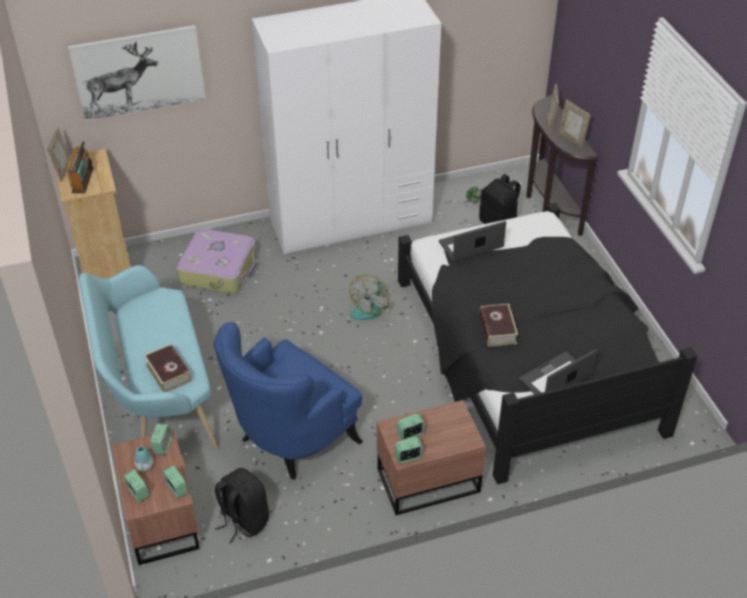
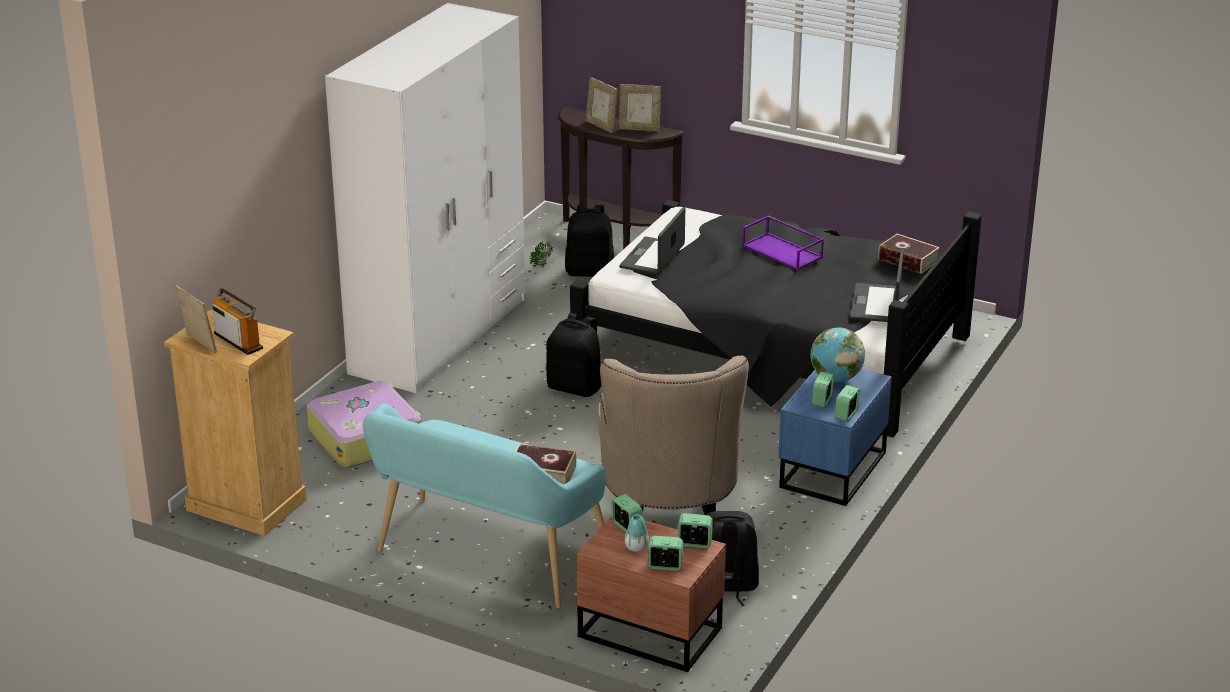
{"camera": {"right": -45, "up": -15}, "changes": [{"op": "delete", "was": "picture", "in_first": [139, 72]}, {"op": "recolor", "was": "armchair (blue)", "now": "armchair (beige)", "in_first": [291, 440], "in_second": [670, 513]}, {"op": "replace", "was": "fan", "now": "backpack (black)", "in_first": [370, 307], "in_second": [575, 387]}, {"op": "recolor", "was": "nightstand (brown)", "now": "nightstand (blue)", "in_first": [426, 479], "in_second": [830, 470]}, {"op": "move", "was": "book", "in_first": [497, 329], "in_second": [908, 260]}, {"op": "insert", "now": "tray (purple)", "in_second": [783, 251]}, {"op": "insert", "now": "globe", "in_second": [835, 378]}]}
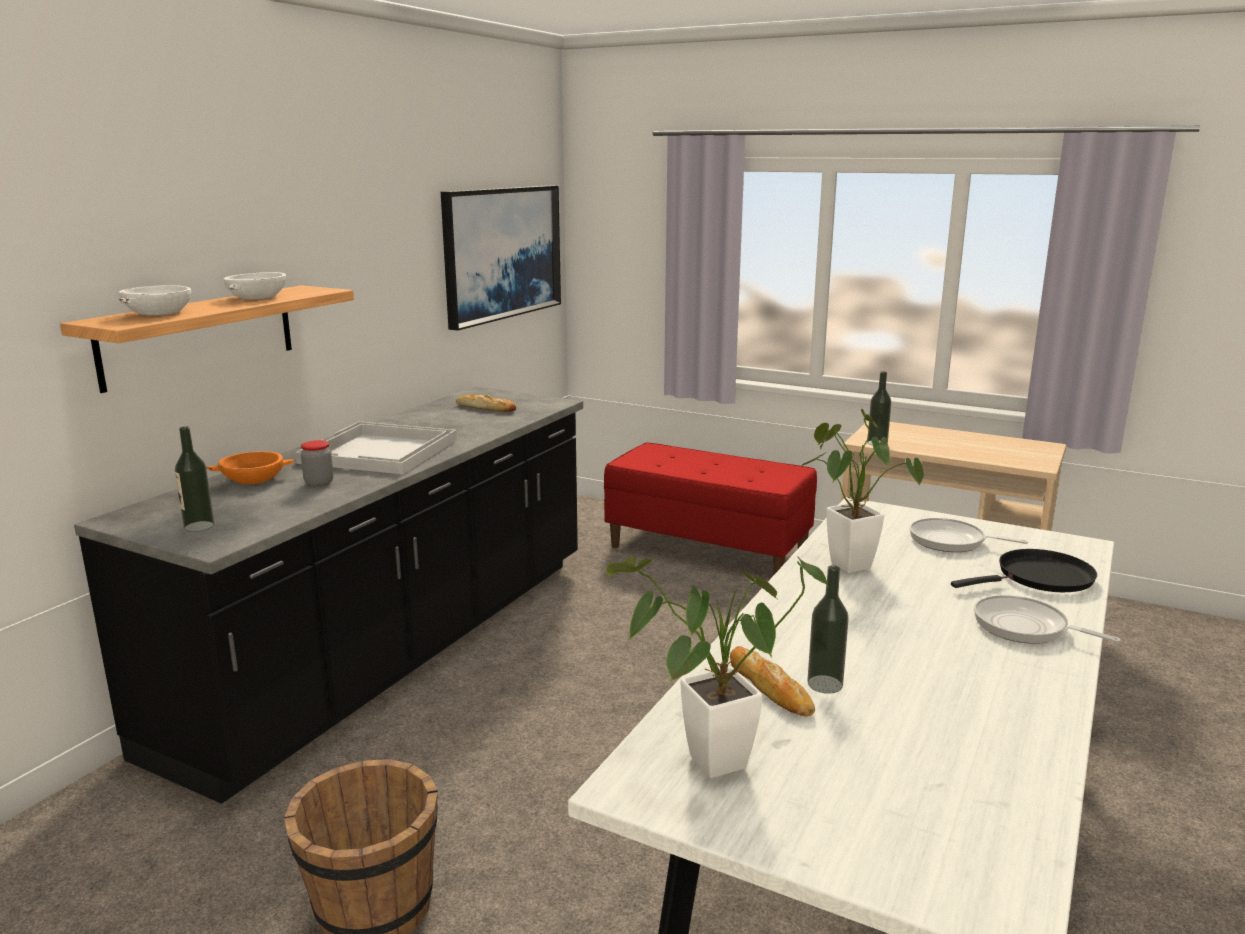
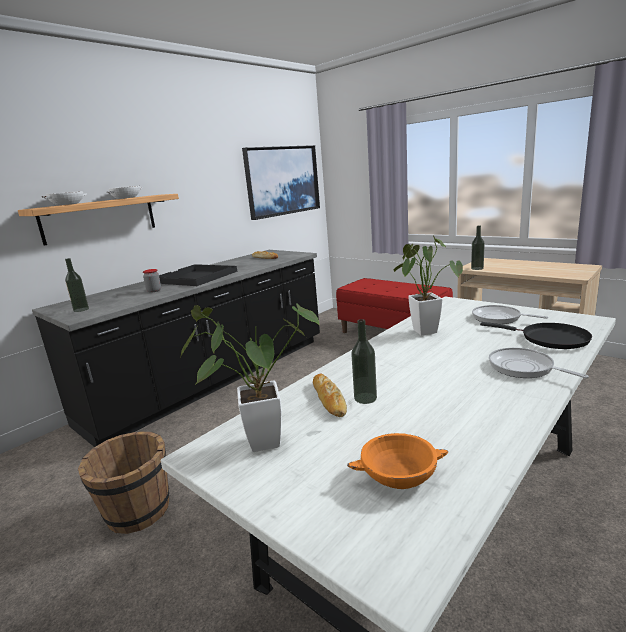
{"camera": {"right": 15, "up": 0}, "changes": [{"op": "move", "was": "bowl (orange)", "in_first": [253, 479], "in_second": [399, 474]}, {"op": "recolor", "was": "tray (white)", "now": "tray (black)", "in_first": [380, 452], "in_second": [196, 277]}, {"op": "rotate", "was": "frying pan (black)", "in_first": [1040, 578], "in_second": [550, 339], "clockwise": 45}]}
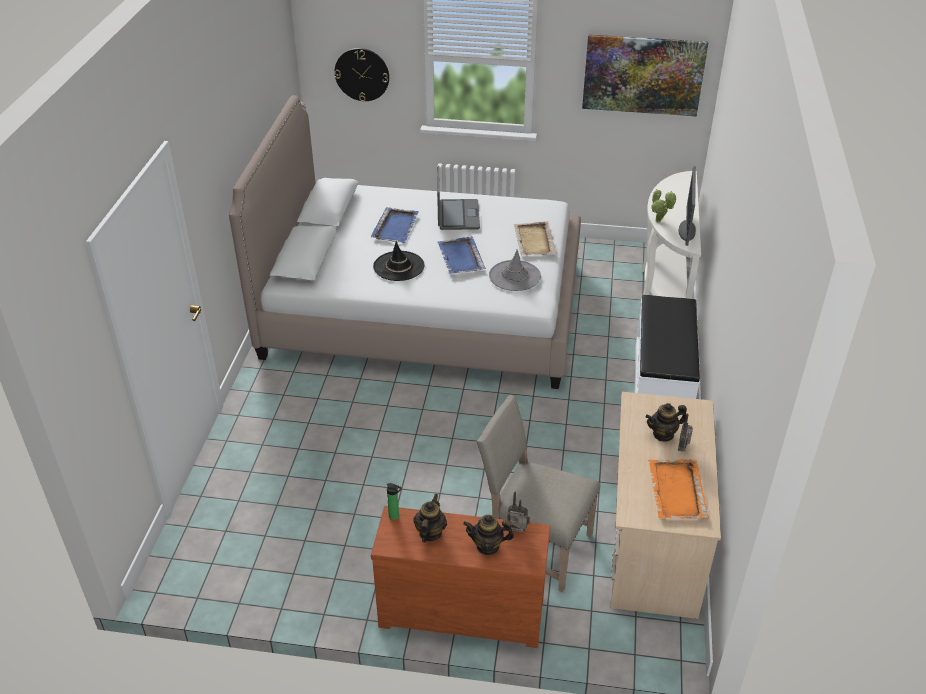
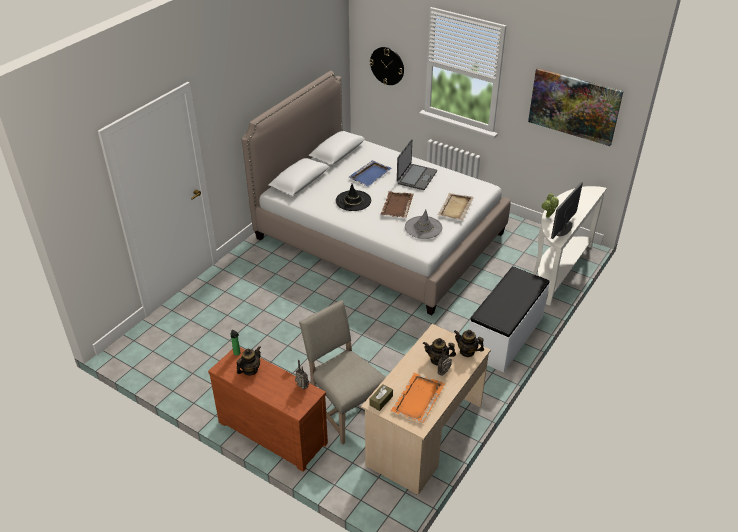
{"camera": {"right": 25, "up": 0}, "changes": [{"op": "recolor", "was": "tray (blue)", "now": "tray (brown)", "in_first": [461, 258], "in_second": [397, 206]}, {"op": "move", "was": "teapot", "in_first": [488, 546], "in_second": [467, 351]}, {"op": "insert", "now": "tissue box (brown)", "in_second": [381, 400]}]}
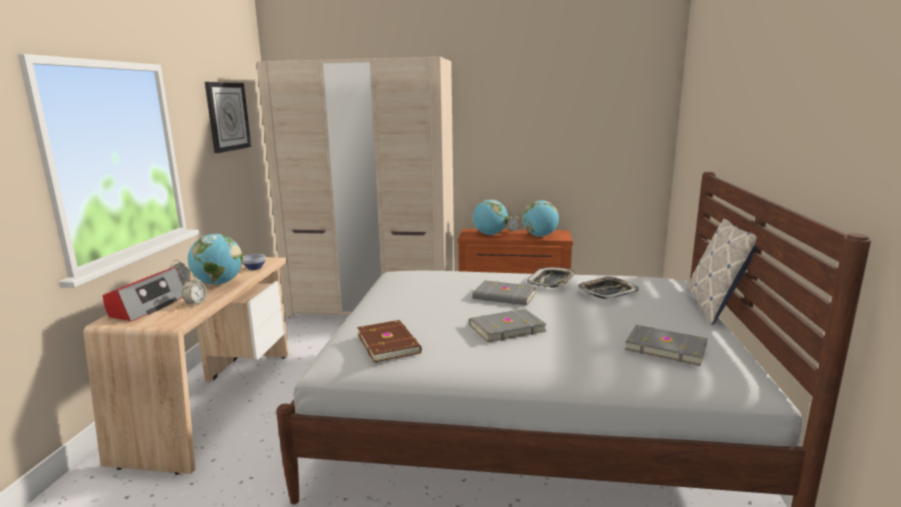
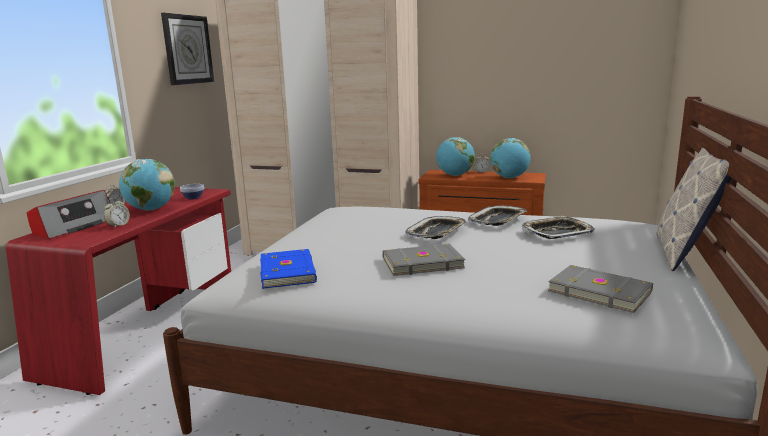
{"camera": {"right": 10, "up": 0}, "changes": [{"op": "recolor", "was": "desk (beige)", "now": "desk (red)", "in_first": [216, 402], "in_second": [149, 330]}, {"op": "recolor", "was": "book (brown)", "now": "book (blue)", "in_first": [389, 343], "in_second": [289, 271]}, {"op": "replace", "was": "book (grey)", "now": "tray", "in_first": [504, 296], "in_second": [437, 232]}]}
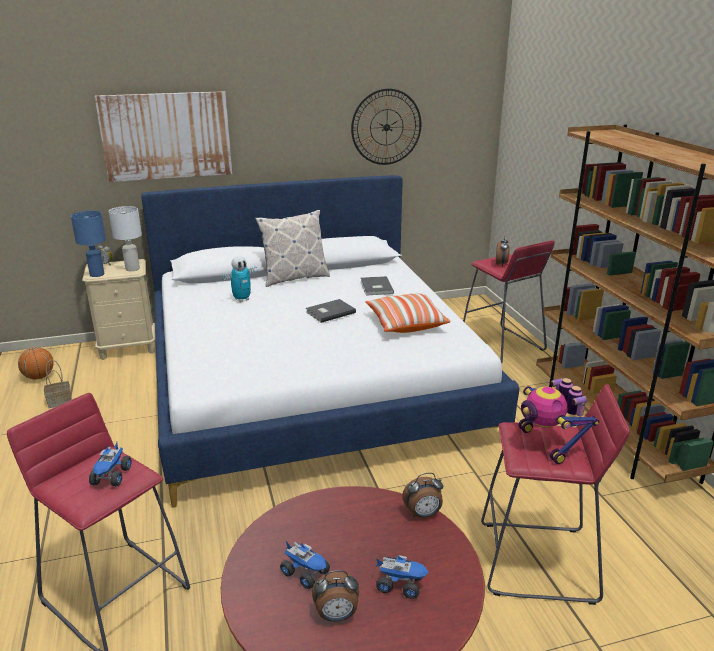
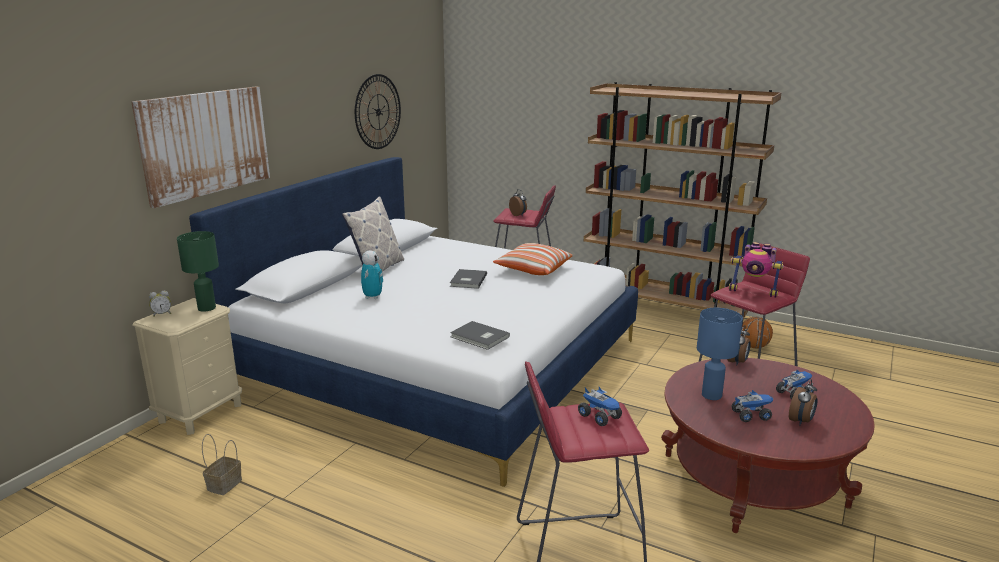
{"camera": {"right": -45, "up": -5}, "changes": [{"op": "move", "was": "basketball", "in_first": [39, 377], "in_second": [753, 346]}, {"op": "move", "was": "table lamp (blue)", "in_first": [97, 274], "in_second": [711, 395]}, {"op": "recolor", "was": "table lamp (white)", "now": "table lamp (green)", "in_first": [132, 269], "in_second": [207, 308]}, {"op": "move", "was": "book (grey)", "in_first": [375, 287], "in_second": [479, 337]}]}
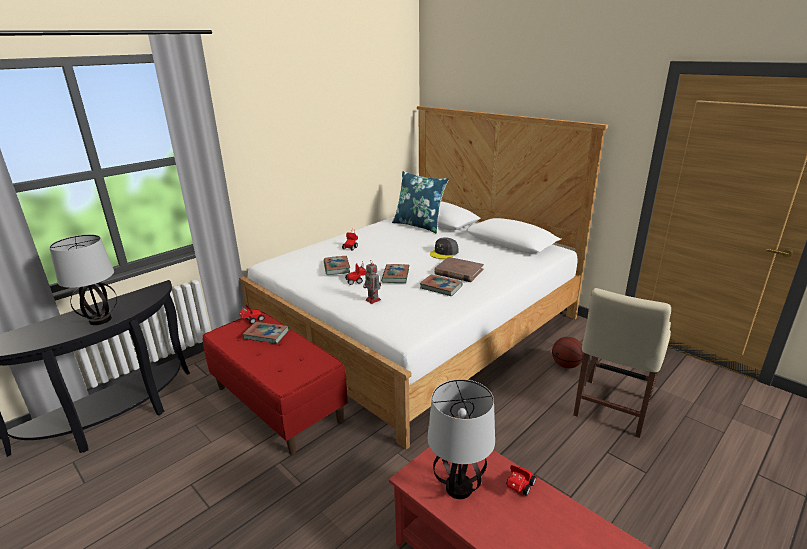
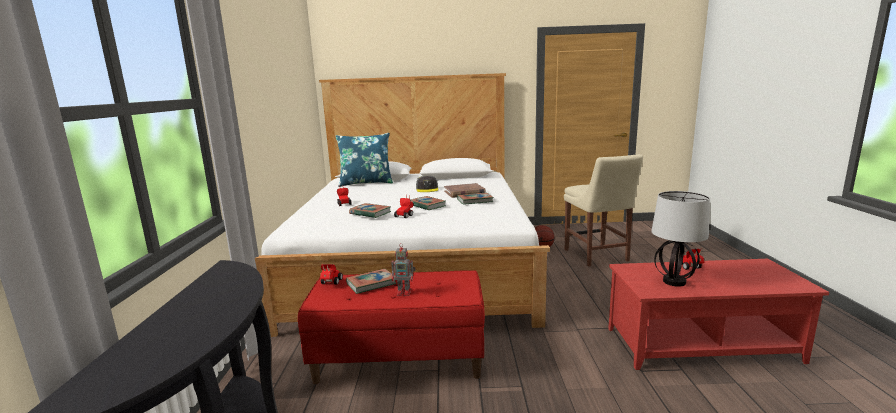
{"camera": {"right": -45, "up": -10}, "changes": [{"op": "delete", "was": "table lamp", "in_first": [100, 320]}, {"op": "move", "was": "toy robot", "in_first": [373, 300], "in_second": [405, 292]}]}
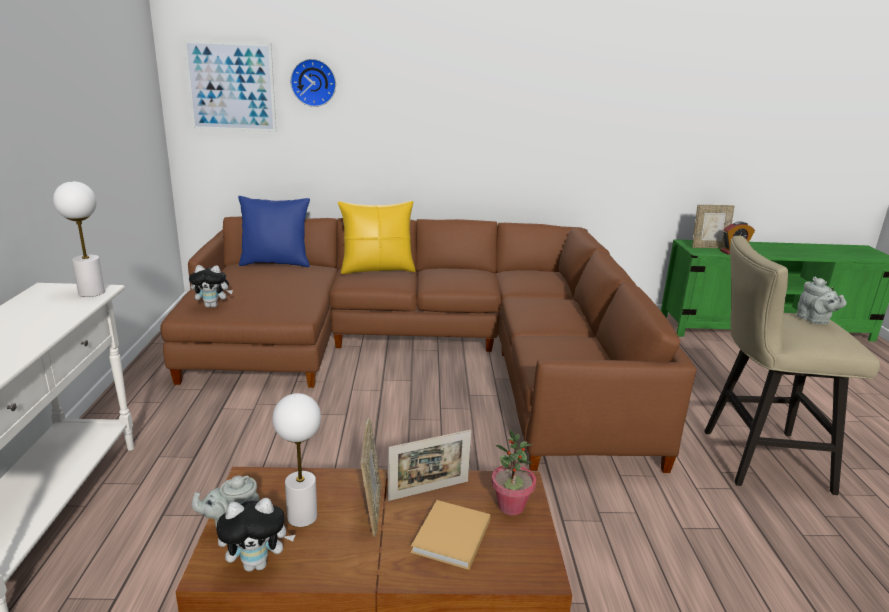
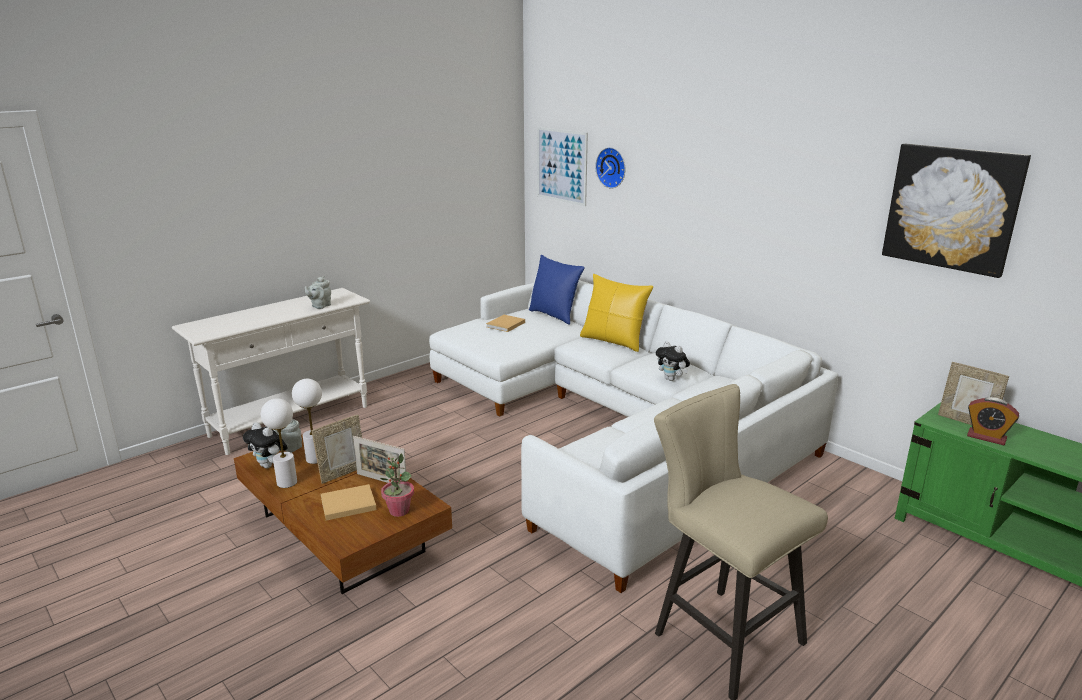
{"camera": {"right": 50, "up": 0}, "changes": [{"op": "move", "was": "table lamp (white)", "in_first": [91, 292], "in_second": [286, 482]}, {"op": "recolor", "was": "sofa (brown)", "now": "sofa (white)", "in_first": [427, 352], "in_second": [614, 427]}, {"op": "move", "was": "plush toy", "in_first": [213, 306], "in_second": [671, 379]}, {"op": "move", "was": "teapot (grey)", "in_first": [814, 320], "in_second": [320, 306]}, {"op": "insert", "now": "book (beige)", "in_second": [505, 325]}, {"op": "insert", "now": "picture", "in_second": [952, 208]}]}
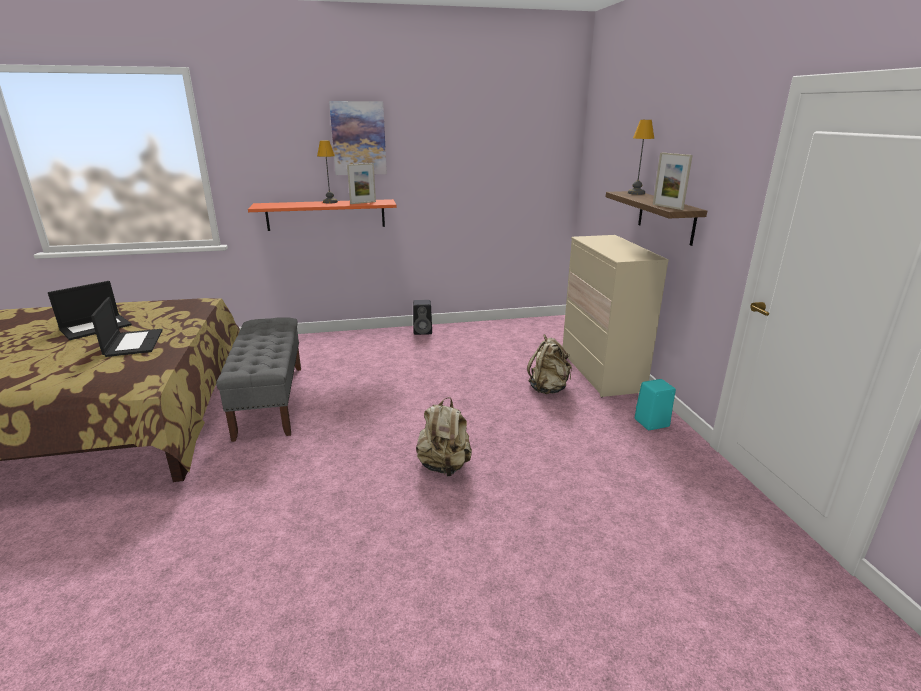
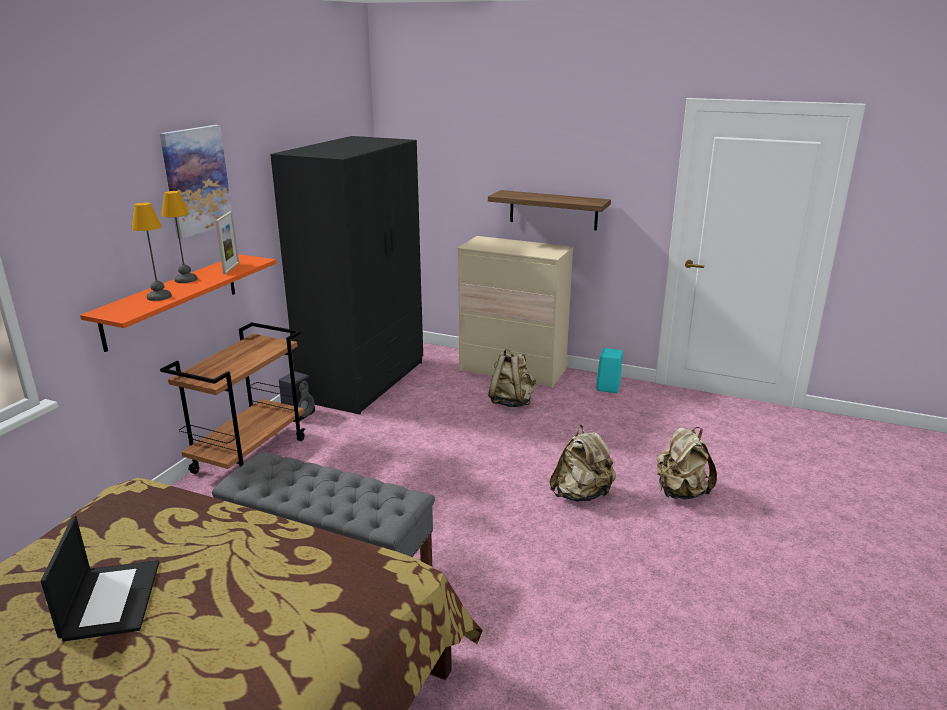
{"camera": {"right": -55, "up": 0}, "changes": [{"op": "delete", "was": "laptop", "in_first": [133, 343]}, {"op": "move", "was": "table lamp", "in_first": [635, 193], "in_second": [158, 297]}, {"op": "delete", "was": "picture frame", "in_first": [667, 207]}, {"op": "insert", "now": "cart (brown)", "in_second": [250, 455]}, {"op": "insert", "now": "wardrobe (black)", "in_second": [364, 380]}, {"op": "insert", "now": "backpack (beige)", "in_second": [681, 492]}]}
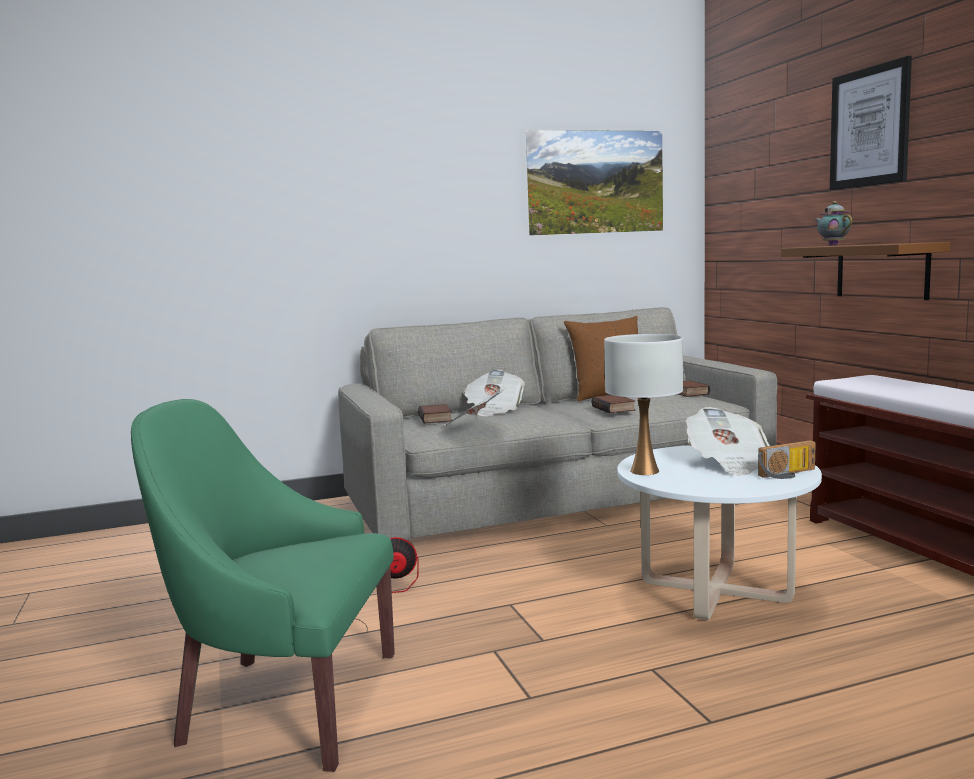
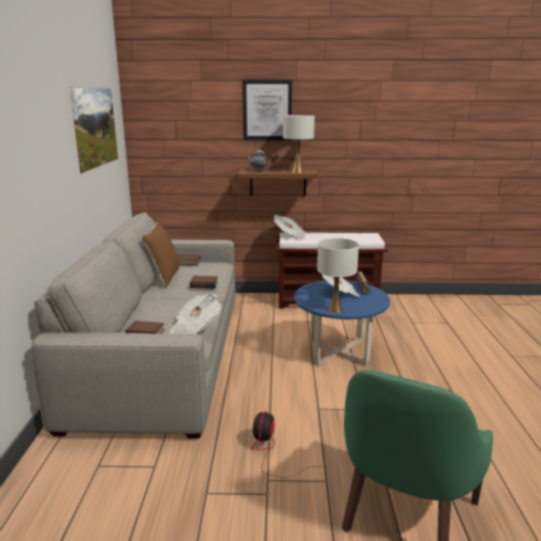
{"camera": {"right": -70, "up": 10}, "changes": [{"op": "move", "was": "newspaper", "in_first": [494, 410], "in_second": [290, 236]}, {"op": "recolor", "was": "coffee table (white)", "now": "coffee table (blue)", "in_first": [715, 590], "in_second": [338, 352]}, {"op": "insert", "now": "table lamp (white)", "in_second": [298, 172]}]}
